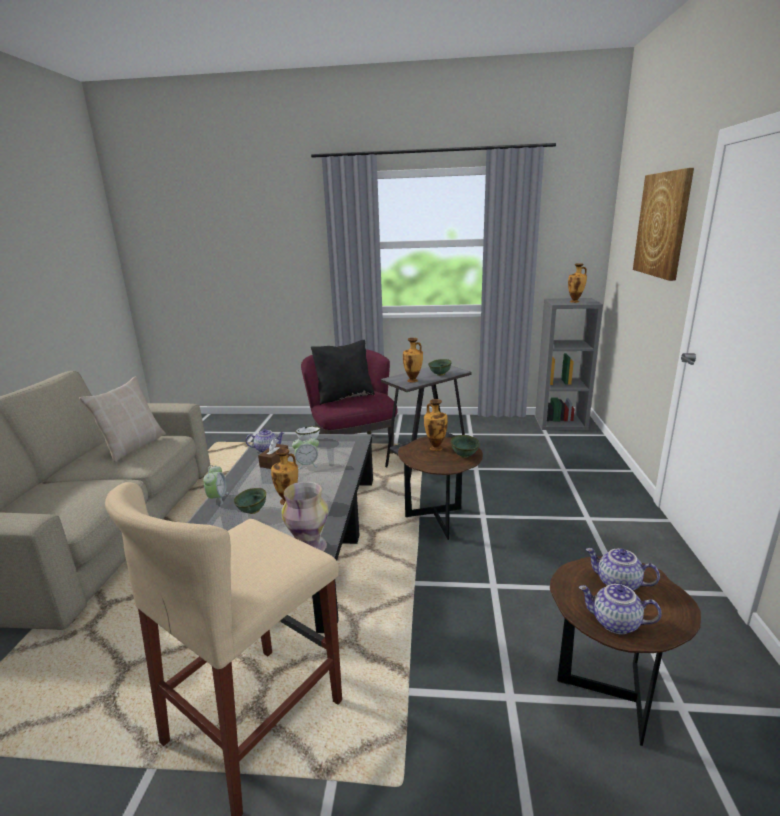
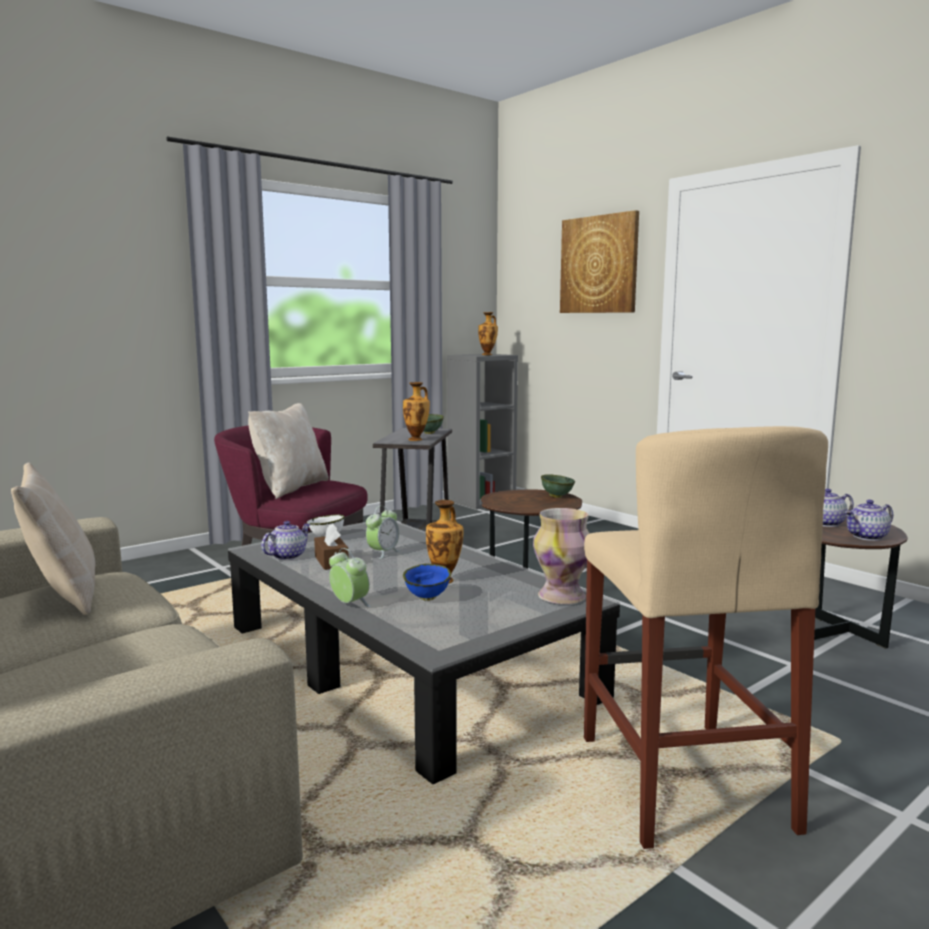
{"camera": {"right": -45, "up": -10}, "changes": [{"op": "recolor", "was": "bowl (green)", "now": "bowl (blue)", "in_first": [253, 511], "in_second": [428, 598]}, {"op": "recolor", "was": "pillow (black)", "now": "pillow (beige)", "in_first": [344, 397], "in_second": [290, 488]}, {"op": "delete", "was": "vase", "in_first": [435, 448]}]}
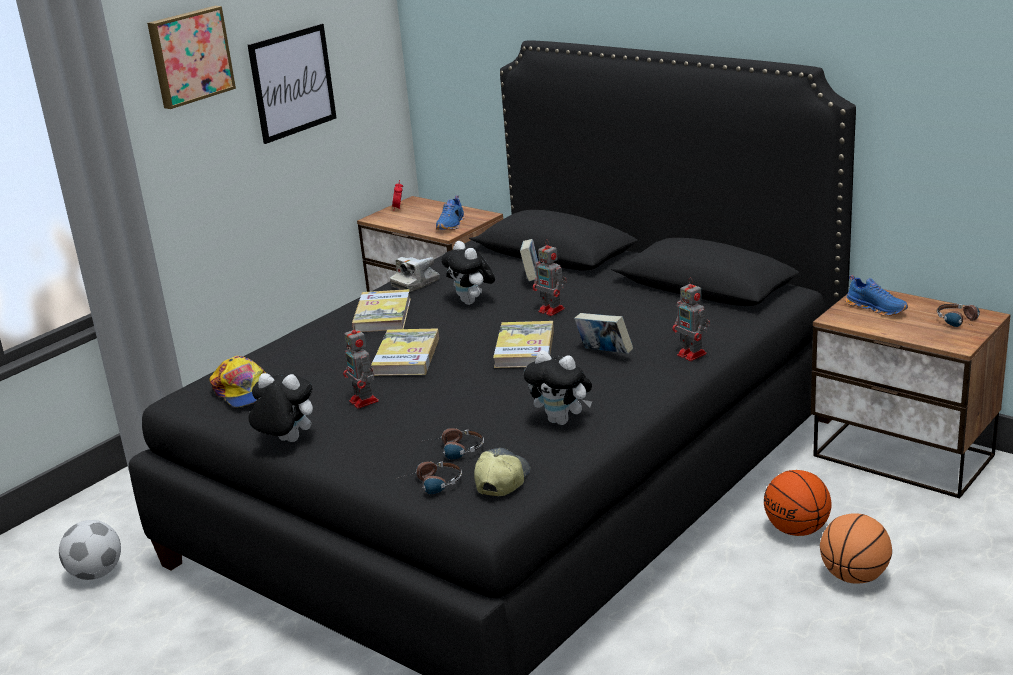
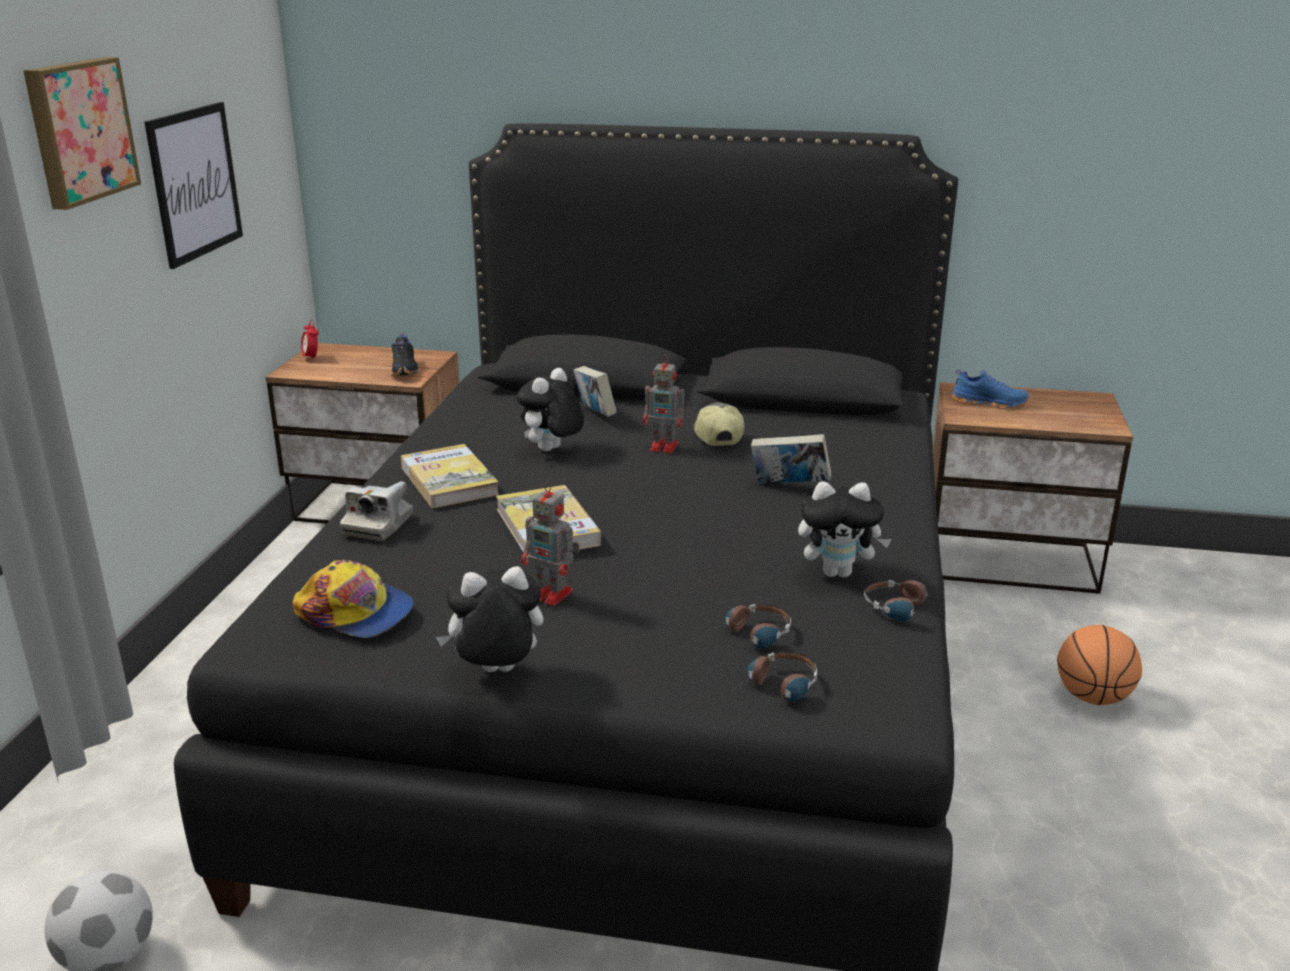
{"camera": {"right": -30, "up": 0}, "changes": [{"op": "move", "was": "photo camera", "in_first": [415, 283], "in_second": [378, 525]}, {"op": "recolor", "was": "shoe (blue)", "now": "shoe (black)", "in_first": [451, 225], "in_second": [405, 370]}, {"op": "rotate", "was": "plush toy", "in_first": [472, 302], "in_second": [551, 450], "clockwise": 90}, {"op": "move", "was": "cap", "in_first": [501, 481], "in_second": [716, 436]}, {"op": "delete", "was": "book", "in_first": [524, 348]}, {"op": "delete", "was": "toy robot", "in_first": [693, 355]}, {"op": "delete", "was": "basketball", "in_first": [797, 530]}, {"op": "move", "was": "headphones", "in_first": [961, 322], "in_second": [905, 610]}]}
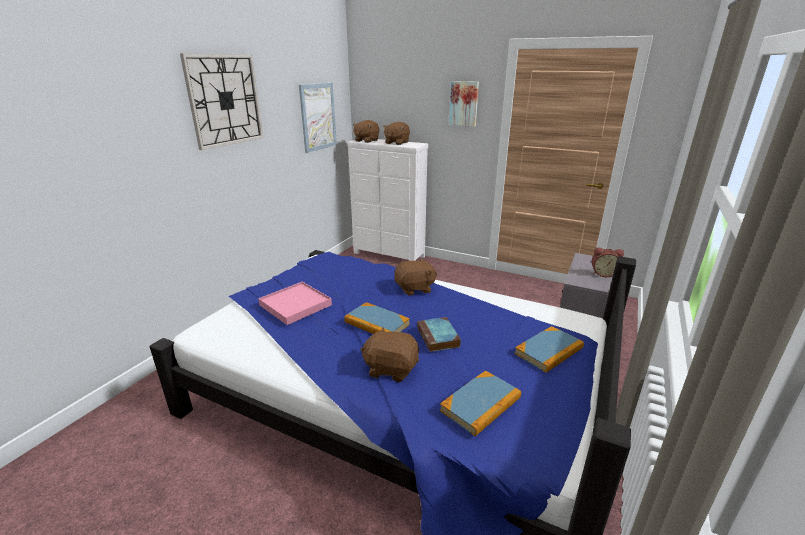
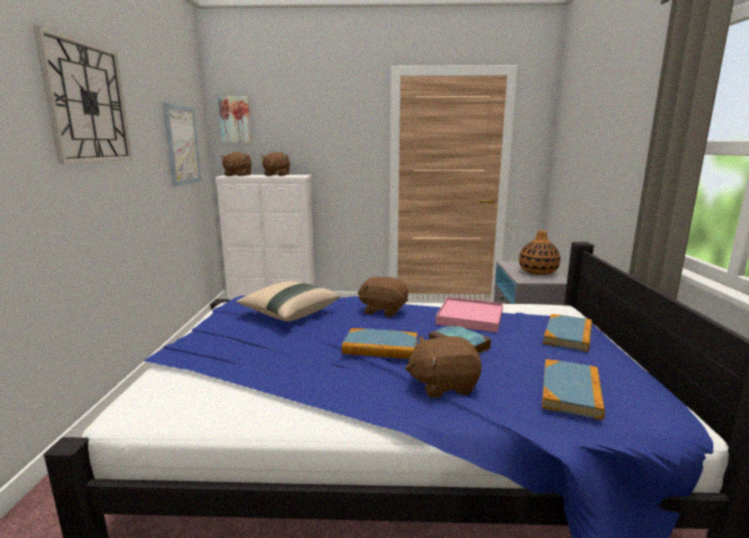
{"camera": {"right": -25, "up": -10}, "changes": [{"op": "move", "was": "tray (pink)", "in_first": [295, 305], "in_second": [470, 317]}, {"op": "rotate", "was": "plush toy (brown)", "in_first": [415, 289], "in_second": [383, 310], "clockwise": -120}, {"op": "move", "was": "picture", "in_first": [464, 103], "in_second": [235, 120]}, {"op": "replace", "was": "alarm clock", "now": "vase", "in_first": [603, 274], "in_second": [538, 272]}, {"op": "insert", "now": "pillow (beige)", "in_second": [289, 313]}]}
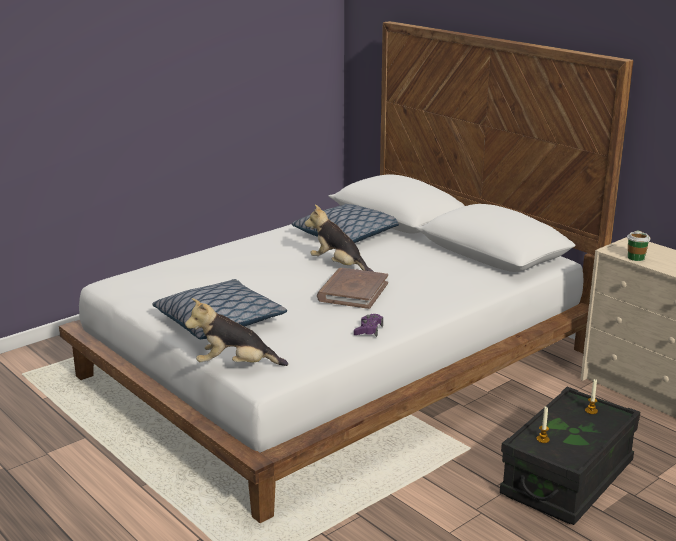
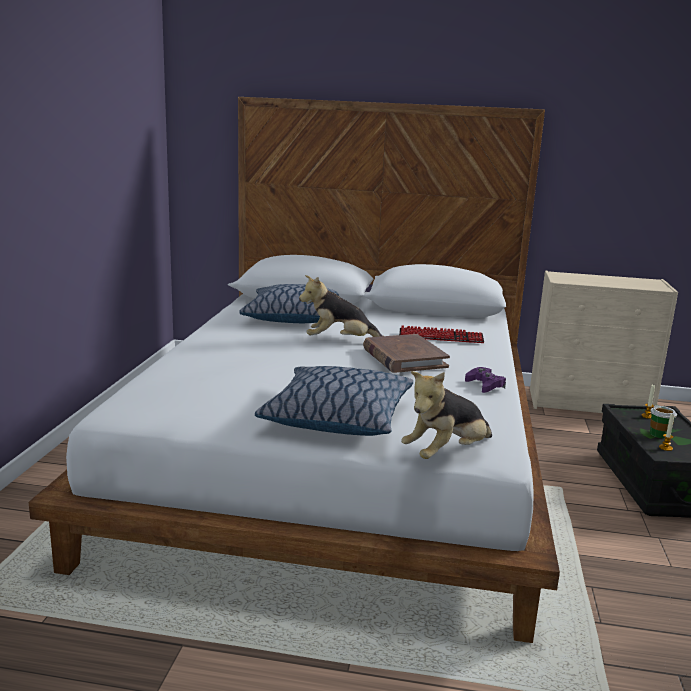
{"camera": {"right": -40, "up": -5}, "changes": [{"op": "move", "was": "cup", "in_first": [636, 258], "in_second": [659, 434]}, {"op": "insert", "now": "keyboard", "in_second": [441, 337]}]}
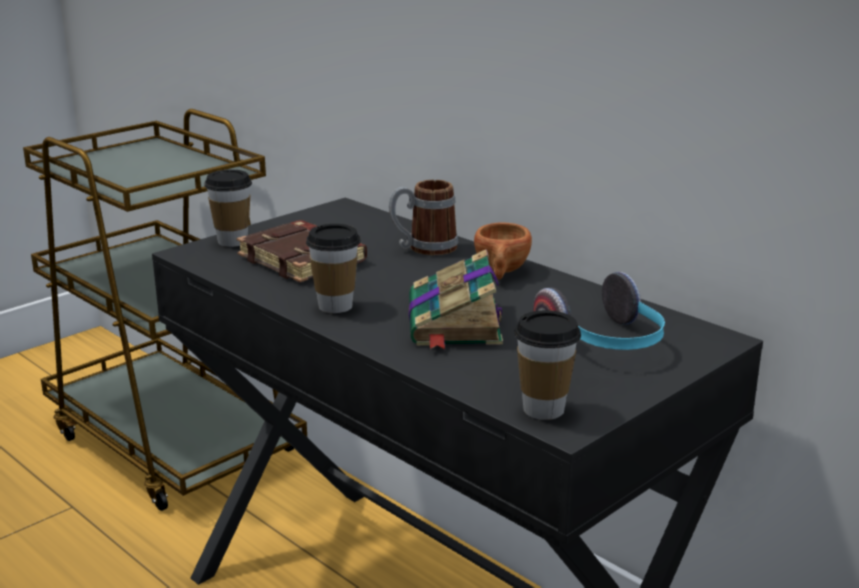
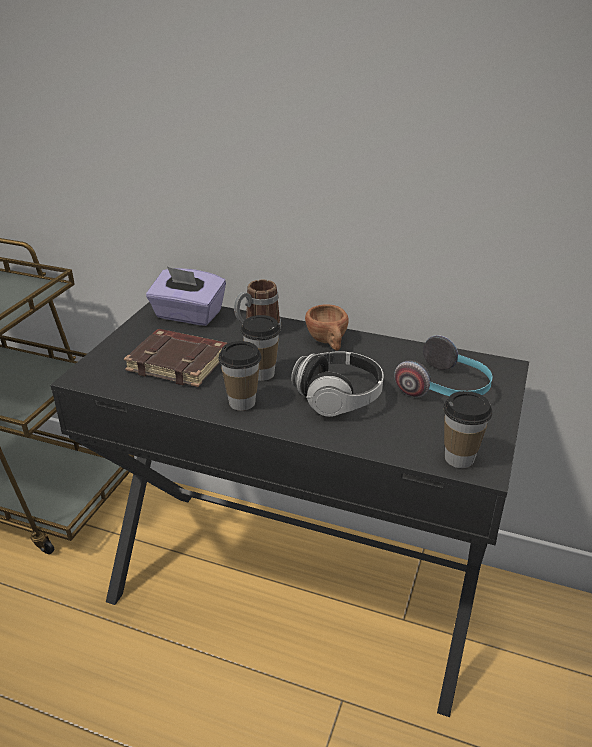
{"camera": {"right": -25, "up": 10}, "changes": [{"op": "move", "was": "cup", "in_first": [232, 241], "in_second": [262, 374]}, {"op": "replace", "was": "book", "now": "headphones", "in_first": [454, 324], "in_second": [338, 397]}, {"op": "insert", "now": "tissue box (purple)", "in_second": [188, 315]}]}
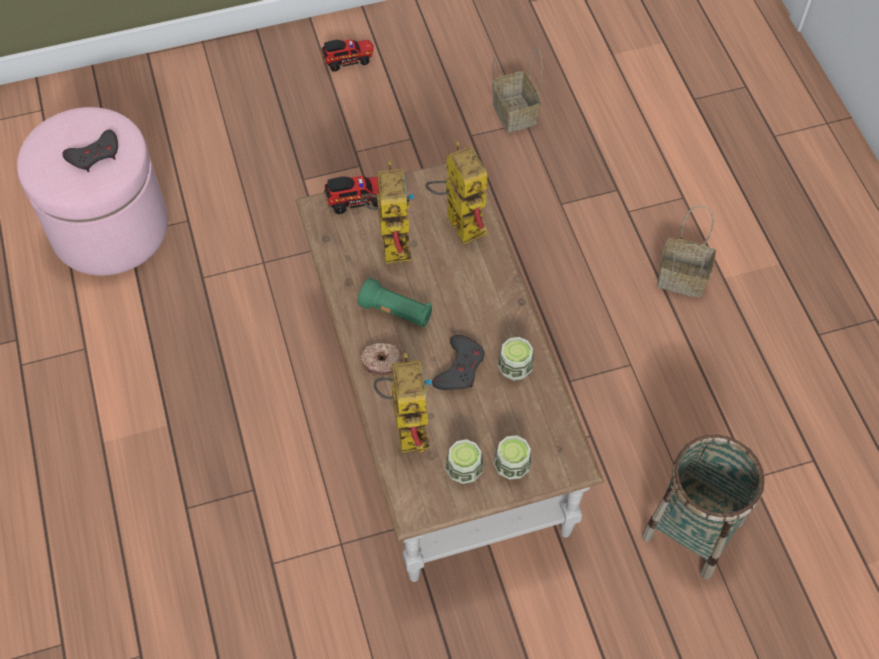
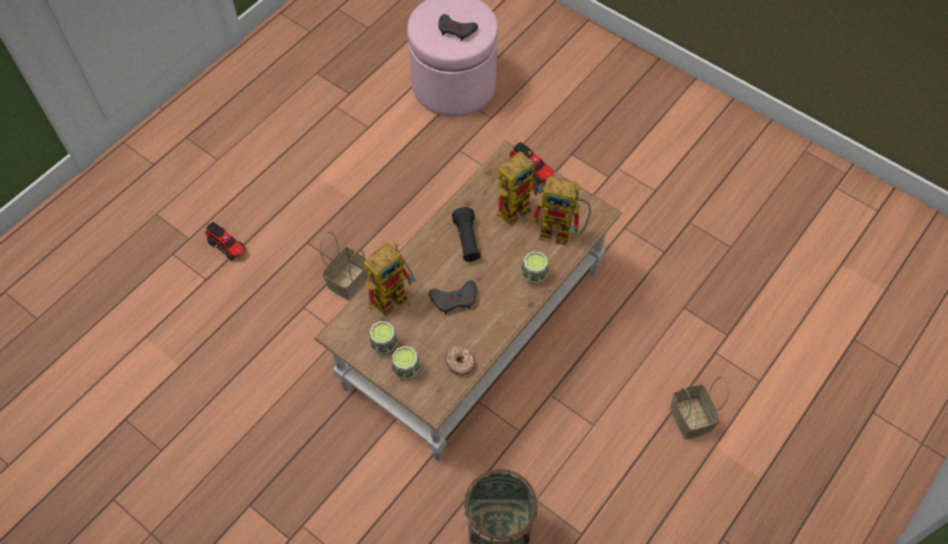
{"camera": {"right": 55, "up": 0}, "changes": [{"op": "move", "was": "toy truck", "in_first": [349, 60], "in_second": [228, 247]}, {"op": "recolor", "was": "flashlight (green)", "now": "flashlight (black)", "in_first": [396, 312], "in_second": [467, 241]}, {"op": "move", "was": "donut", "in_first": [381, 361], "in_second": [460, 362]}, {"op": "rotate", "was": "toy robot", "in_first": [457, 220], "in_second": [562, 232], "clockwise": 75}, {"op": "move", "was": "basket", "in_first": [513, 112], "in_second": [349, 280]}, {"op": "move", "was": "cup", "in_first": [515, 368], "in_second": [534, 275]}]}
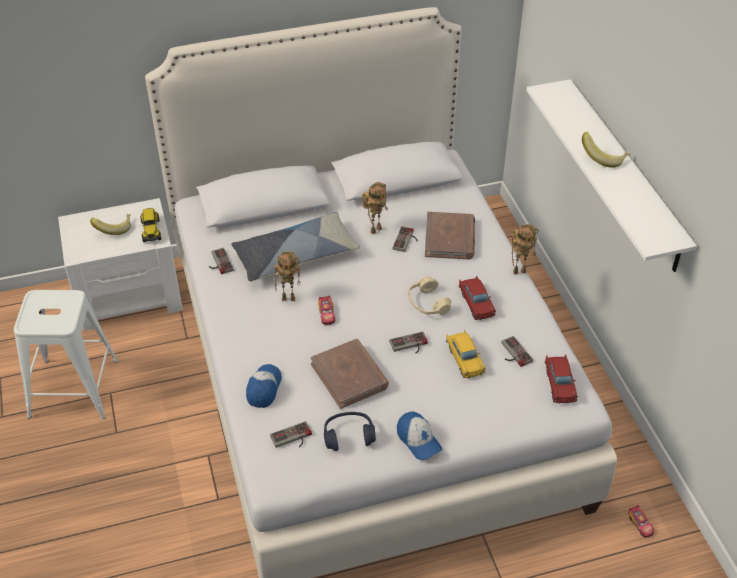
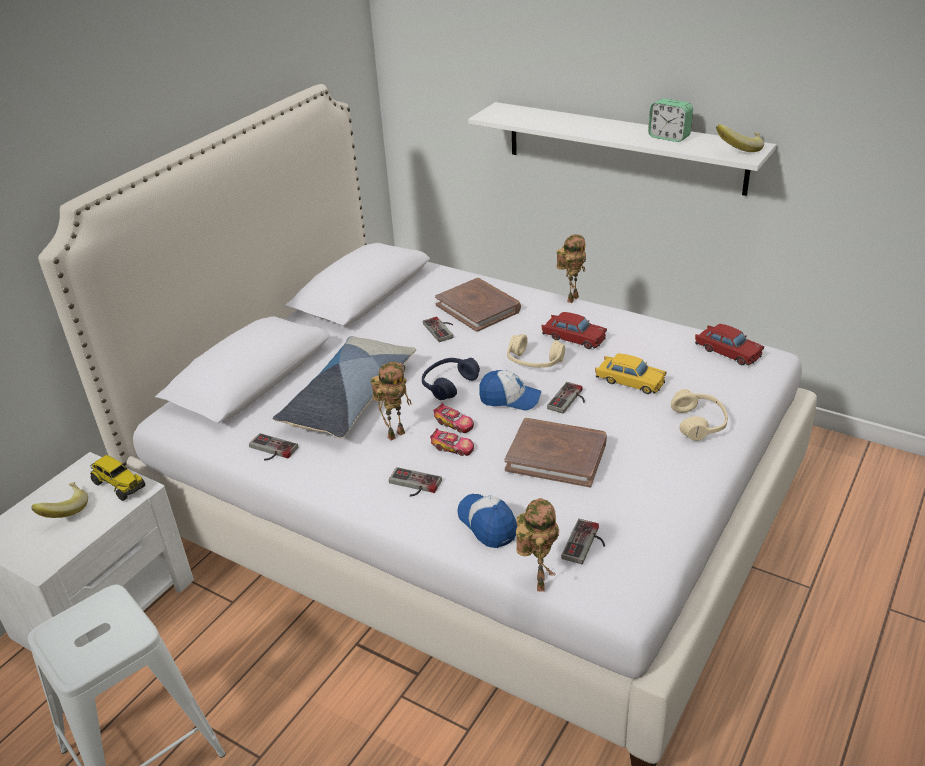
{"camera": {"right": -40, "up": -10}, "changes": [{"op": "move", "was": "headphones (blue)", "in_first": [348, 436], "in_second": [449, 384]}, {"op": "move", "was": "toy robot", "in_first": [375, 229], "in_second": [537, 581]}, {"op": "move", "was": "cap", "in_first": [418, 440], "in_second": [510, 399]}, {"op": "move", "was": "game controller", "in_first": [513, 353], "in_second": [413, 485]}, {"op": "move", "was": "banana", "in_first": [603, 158], "in_second": [739, 149]}, {"op": "move", "was": "toy car", "in_first": [640, 524], "in_second": [453, 447]}, {"op": "insert", "now": "alarm clock", "in_second": [669, 137]}, {"op": "insert", "now": "headphones (beige)", "in_second": [699, 423]}]}
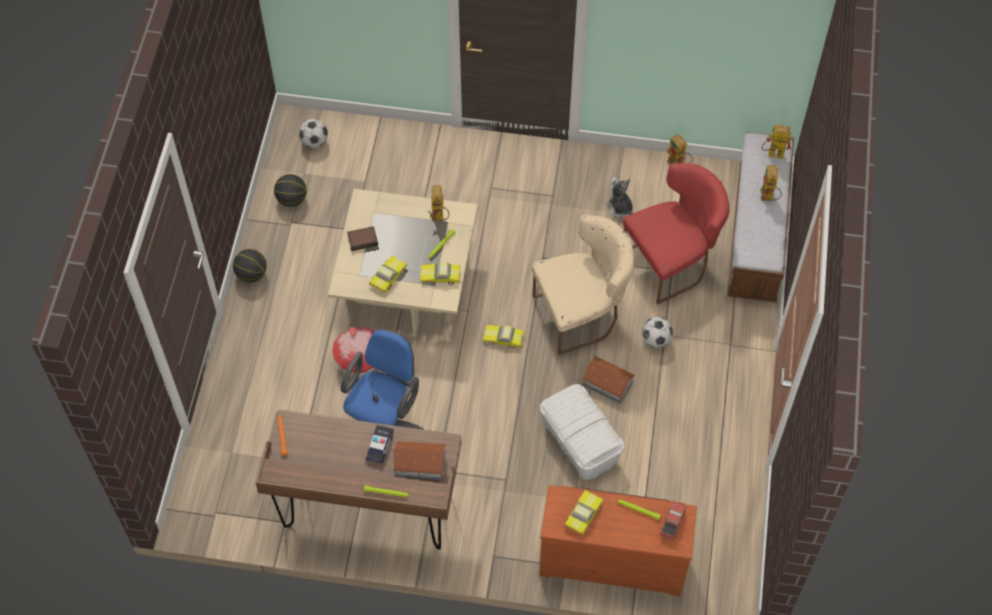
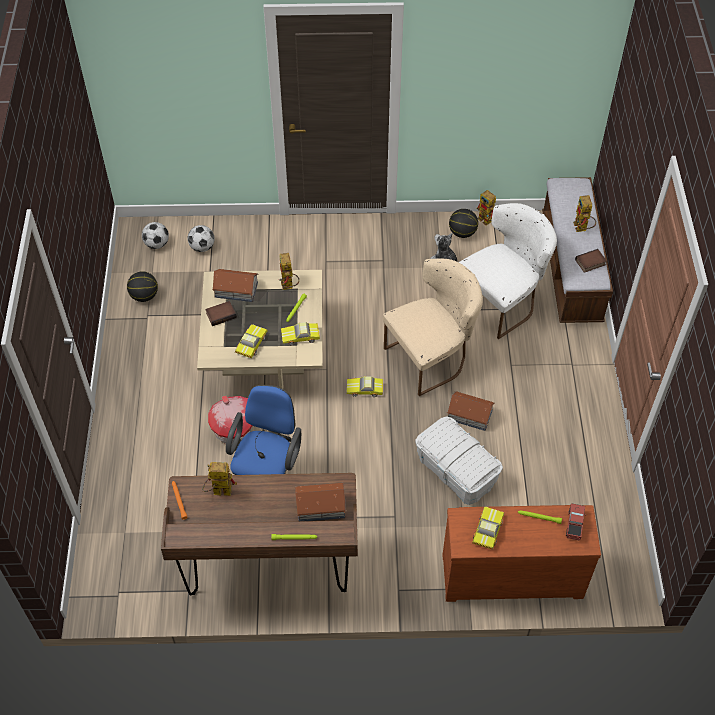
{"camera": {"right": -10, "up": -5}, "changes": [{"op": "move", "was": "basketball", "in_first": [251, 274], "in_second": [462, 232]}, {"op": "delete", "was": "toy car", "in_first": [380, 446]}, {"op": "recolor", "was": "chair (red)", "now": "chair (white)", "in_first": [671, 262], "in_second": [502, 302]}, {"op": "move", "was": "football", "in_first": [656, 340], "in_second": [202, 247]}, {"op": "move", "was": "toy robot", "in_first": [772, 154], "in_second": [218, 492]}, {"op": "insert", "now": "toy house", "in_second": [235, 289]}, {"op": "insert", "now": "book", "in_second": [590, 263]}]}
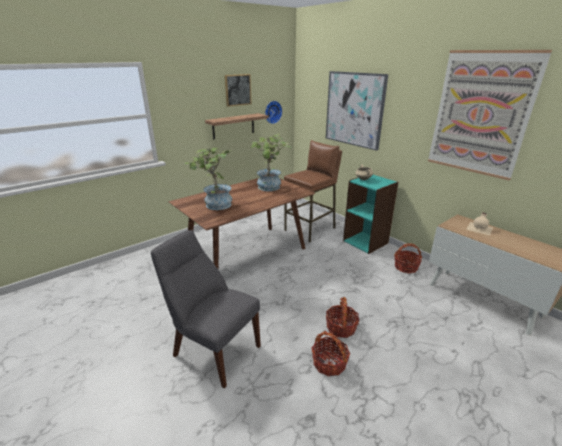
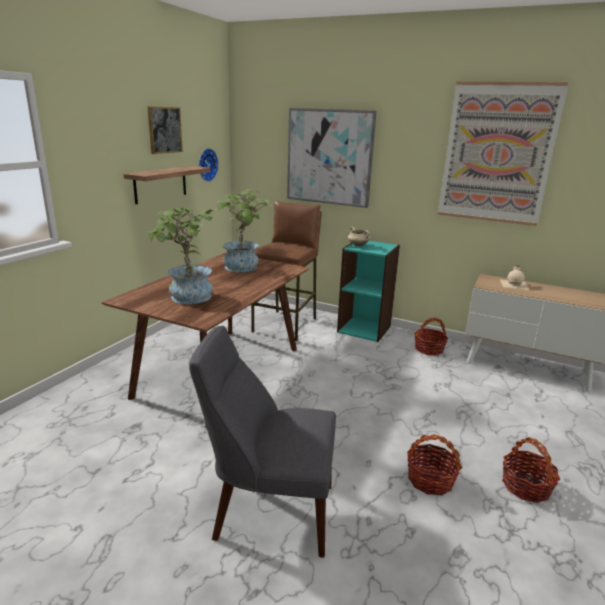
{"camera": {"right": -25, "up": -5}, "changes": [{"op": "move", "was": "basket", "in_first": [341, 327], "in_second": [526, 486]}]}
